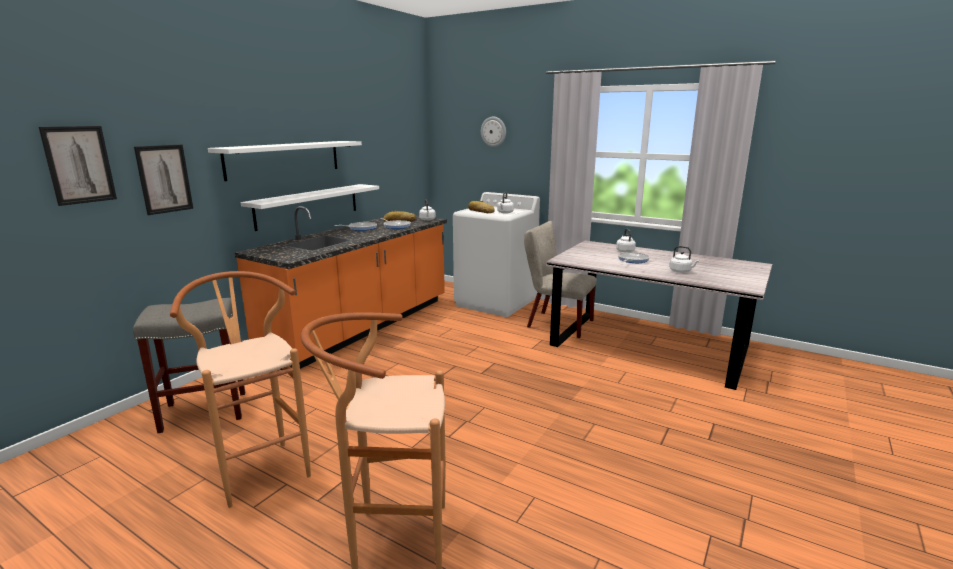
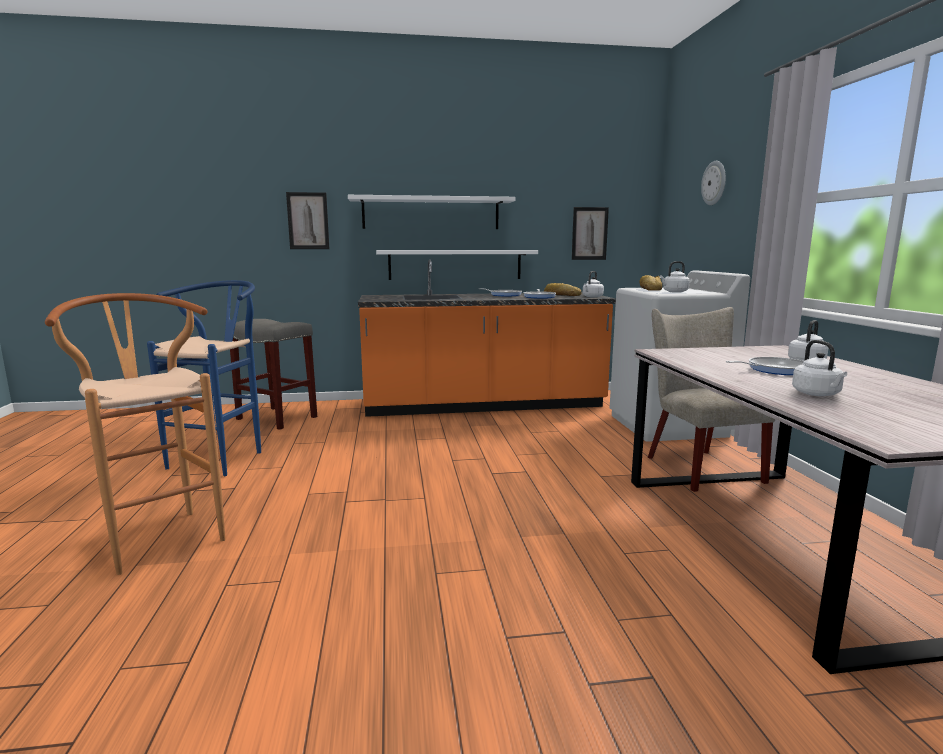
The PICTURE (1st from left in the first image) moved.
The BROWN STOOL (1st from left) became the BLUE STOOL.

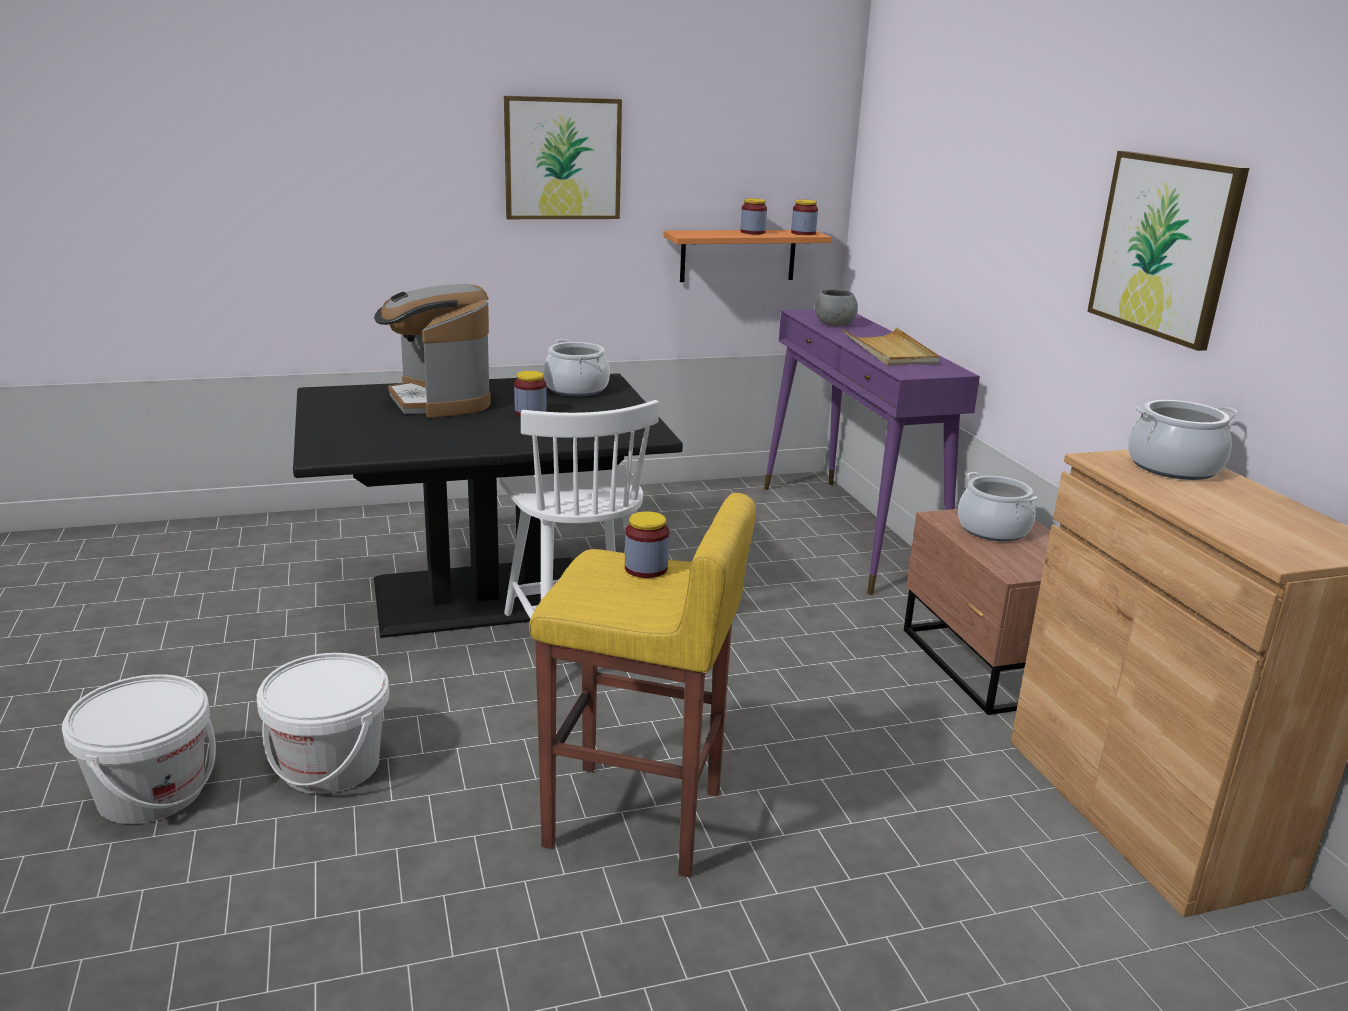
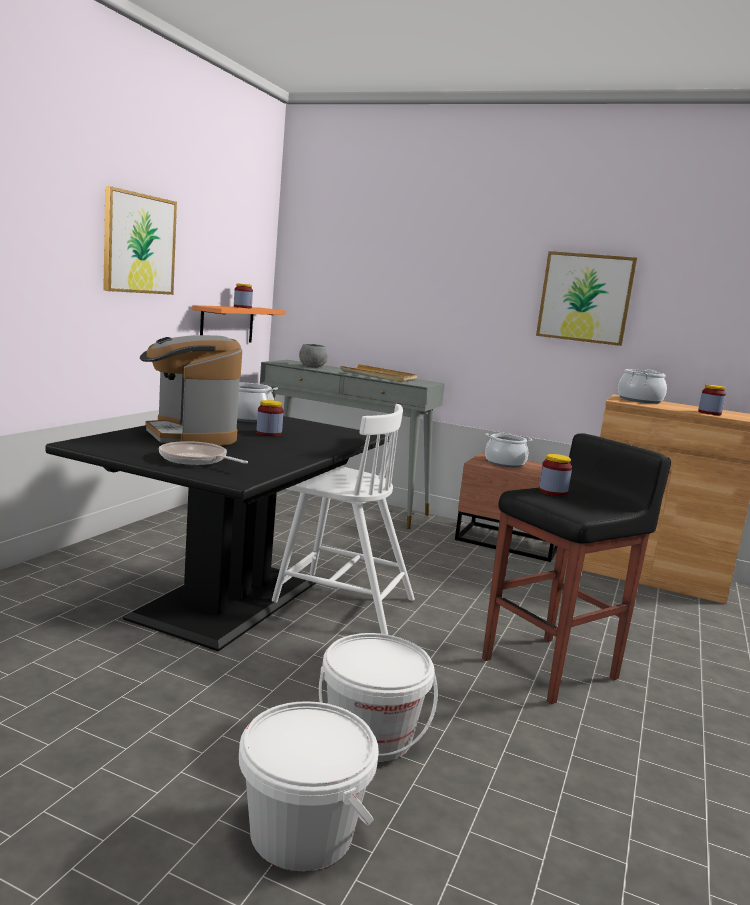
The FRYING PAN appeared.
The JAR (4th from left) moved.
The YELLOW STOOL became the BLACK STOOL.
The PURPLE CONSOLE TABLE became the GREY CONSOLE TABLE.
The COFFEE MACHINE turned 45 degrees clockwise.

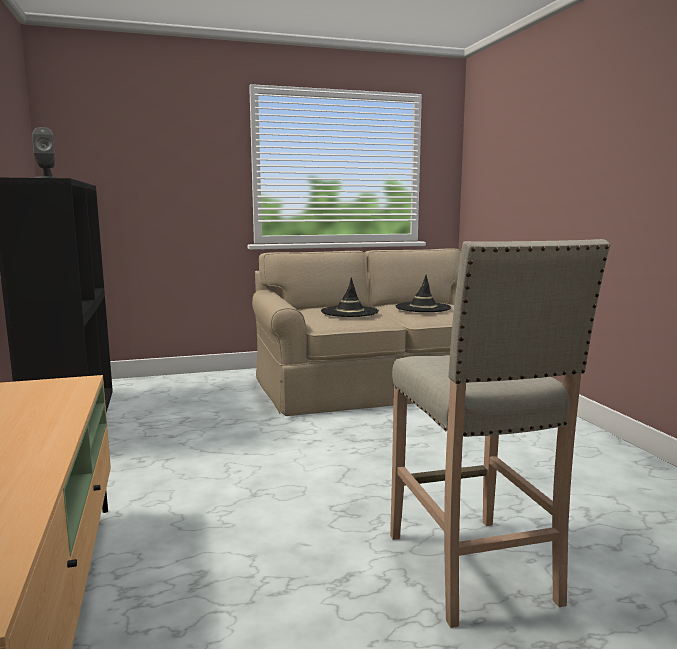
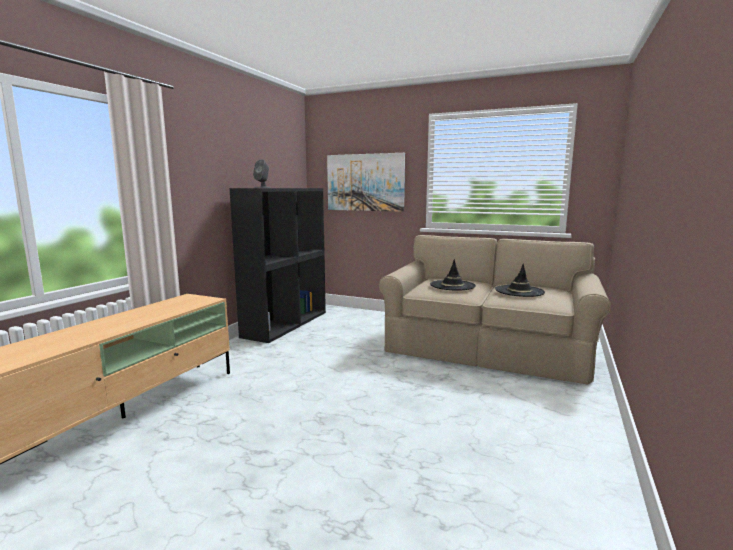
The BEIGE STOOL disappeared.
The PICTURE appeared.

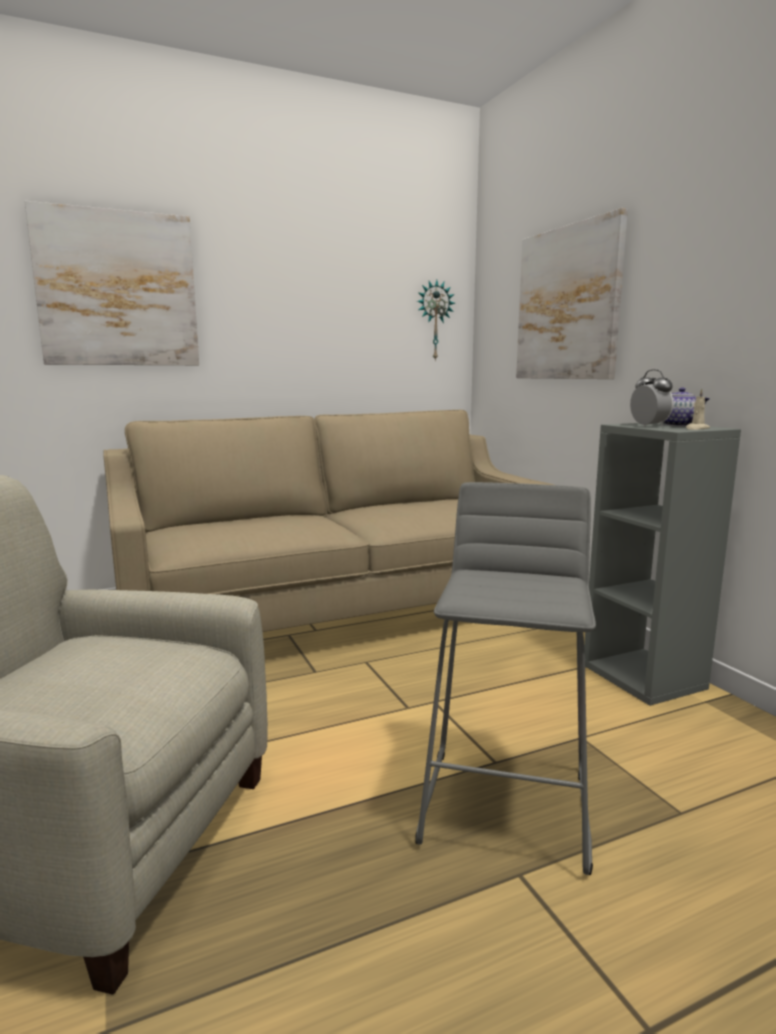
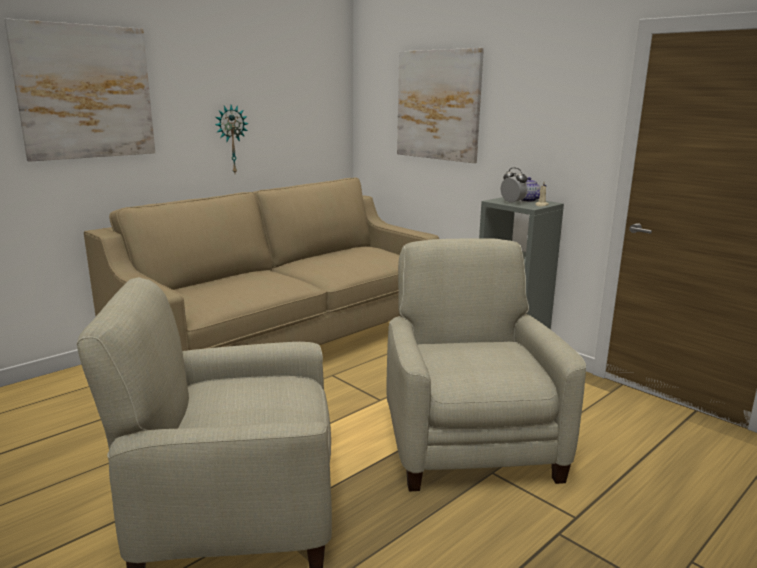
The WALL CLOCK moved.
The GREY STOOL was replaced by the BEIGE ARMCHAIR (2nd from left).

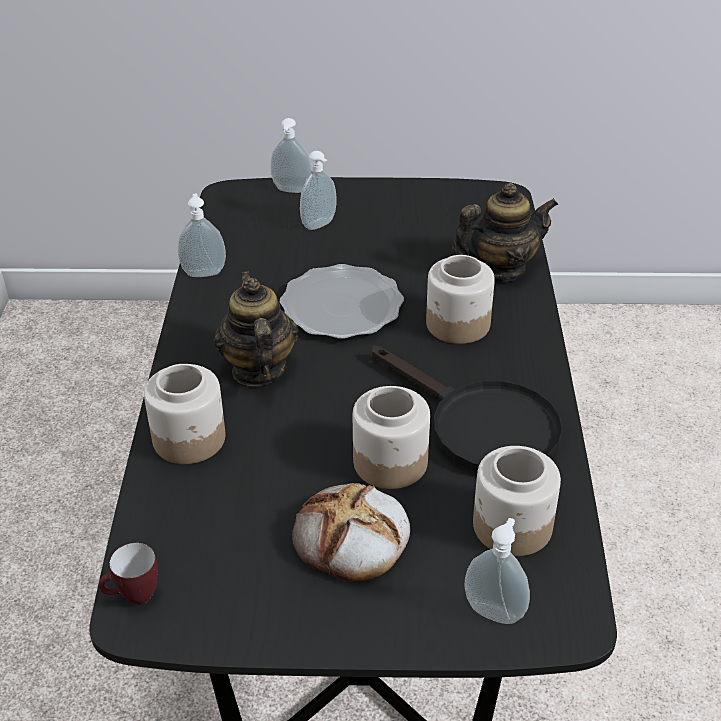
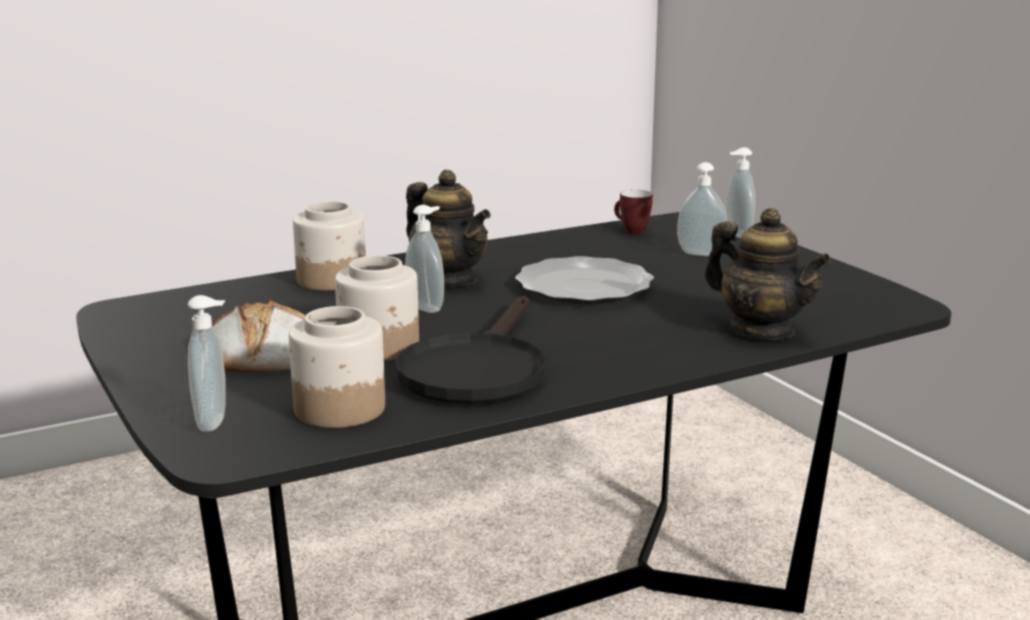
The JAR (3rd from left) disappeared.
The MUG moved.
The SOAP DISPENSER (1st from left in the first image) moved.
The TEAPOT (1st from left) turned 90 degrees clockwise.

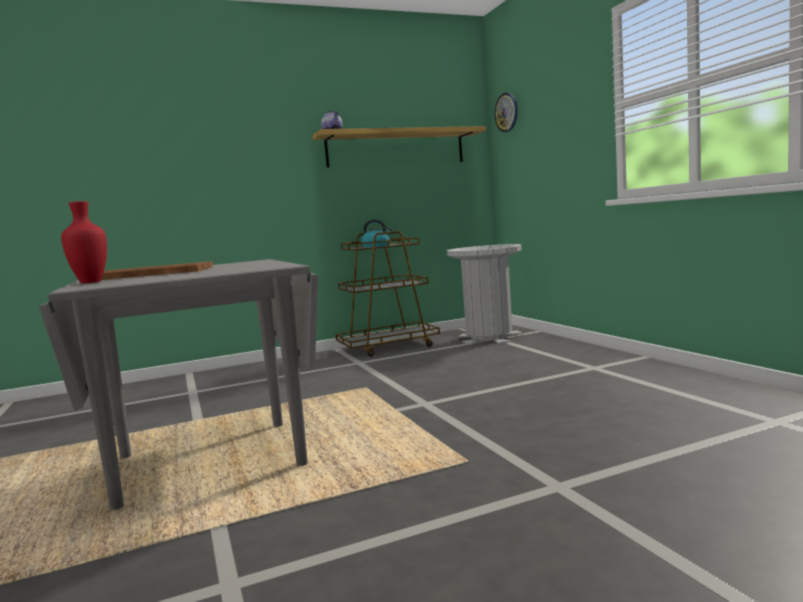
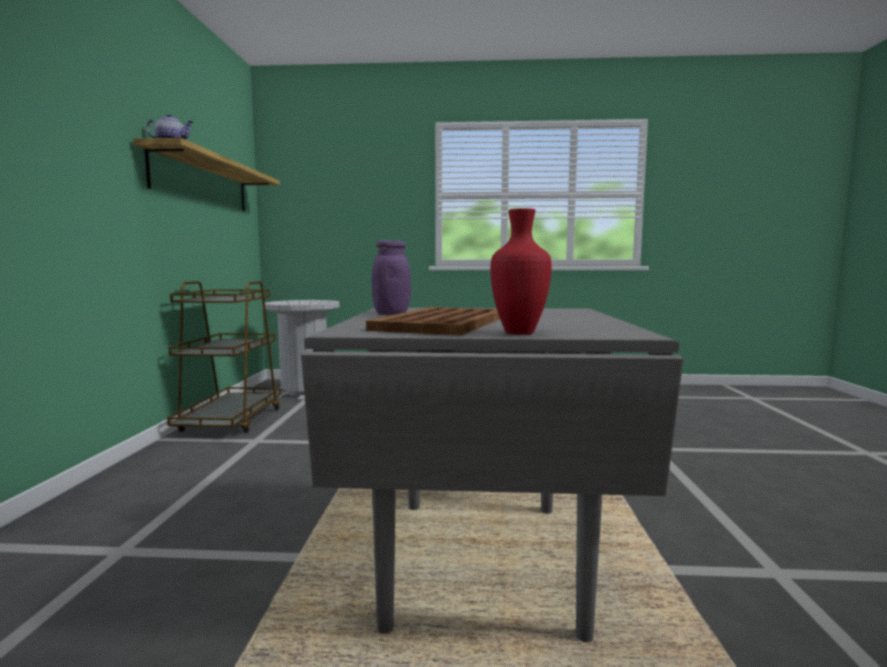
The KETTLE disappeared.
The WALL CLOCK disappeared.
The PURPLE JAR appeared.

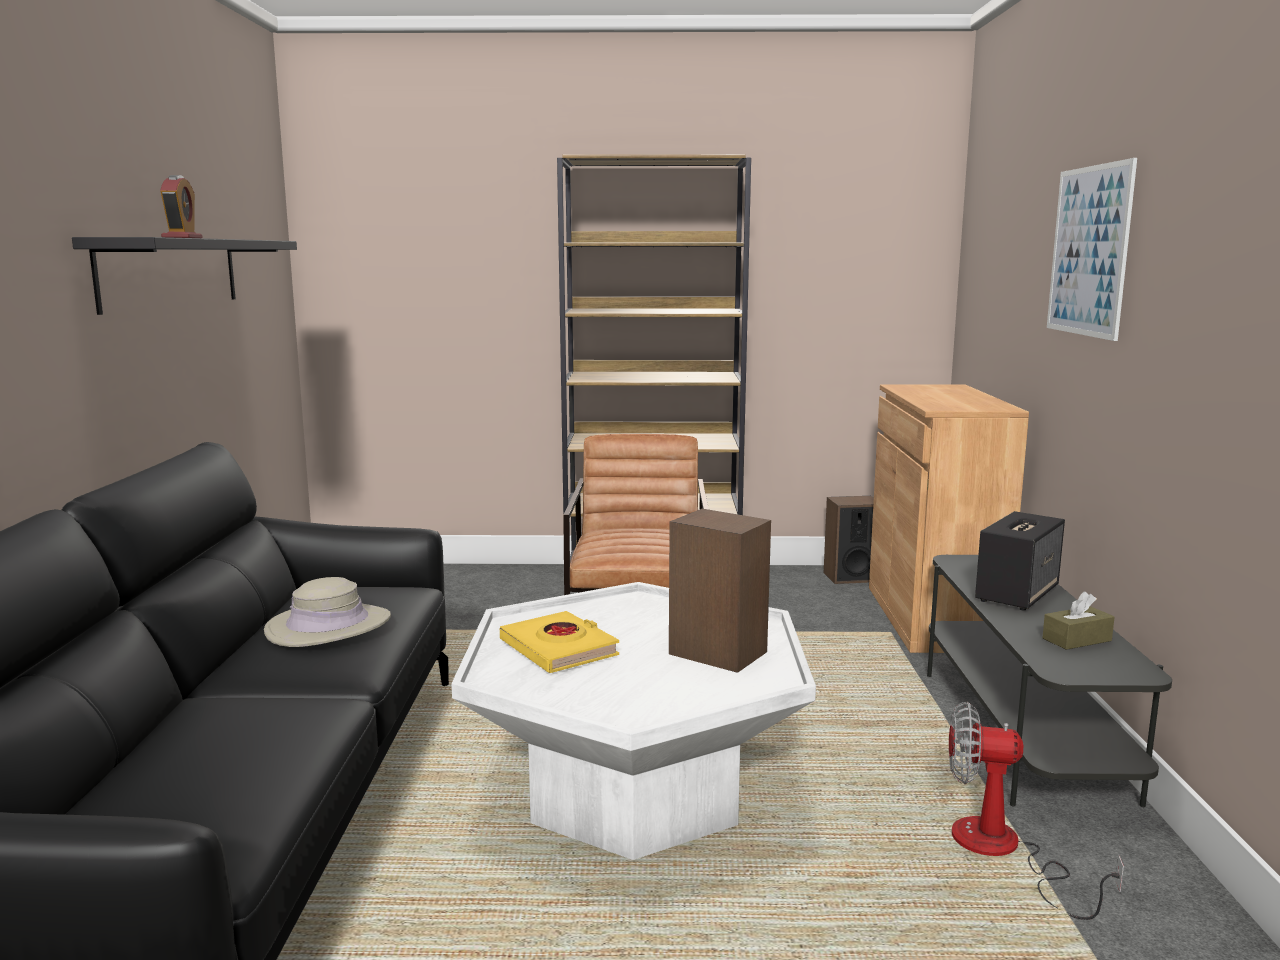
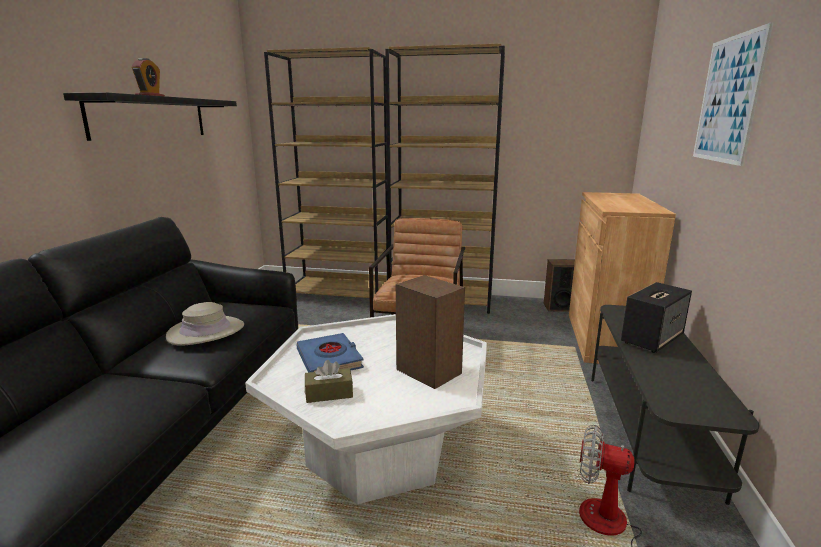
The BROWN BOOKCASE (1st from left) appeared.
The BROWN TISSUE BOX moved.
The YELLOW BOOK became the BLUE BOOK.

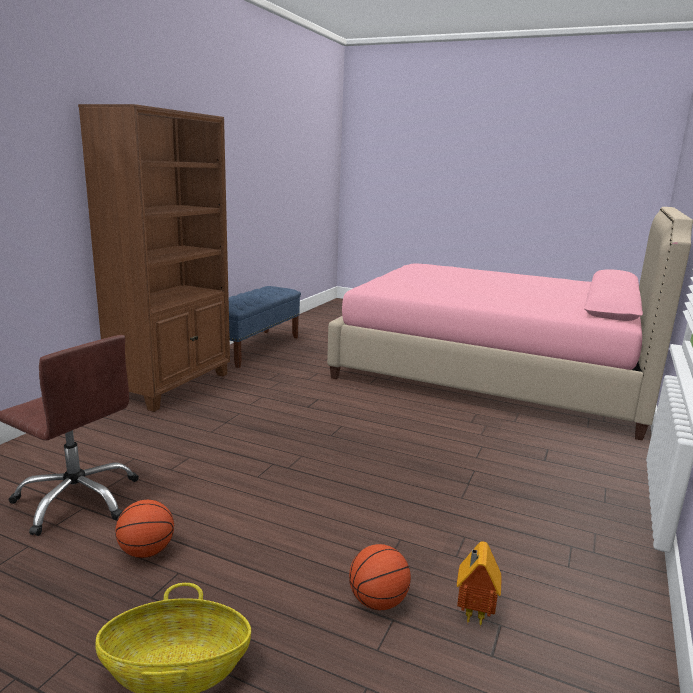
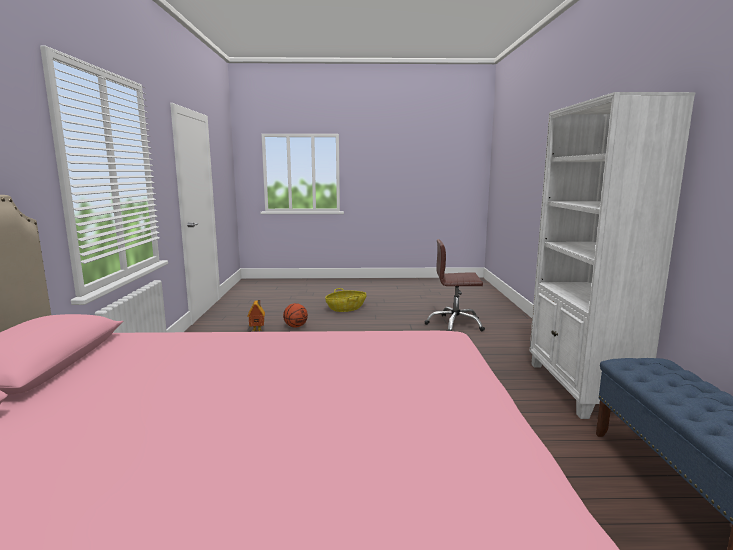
The BASKETBALL (1st from left) disappeared.
The BROWN BOOKCASE became the WHITE BOOKCASE.

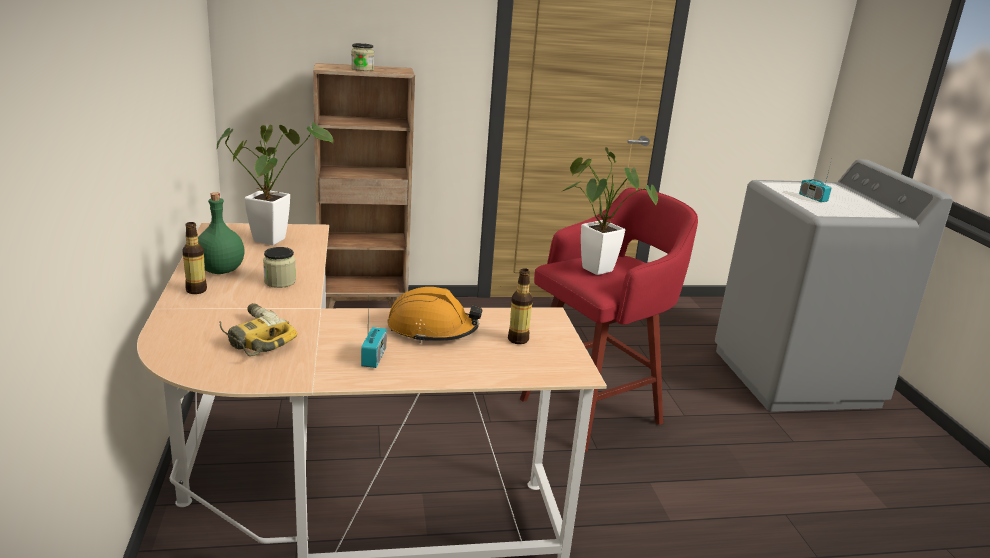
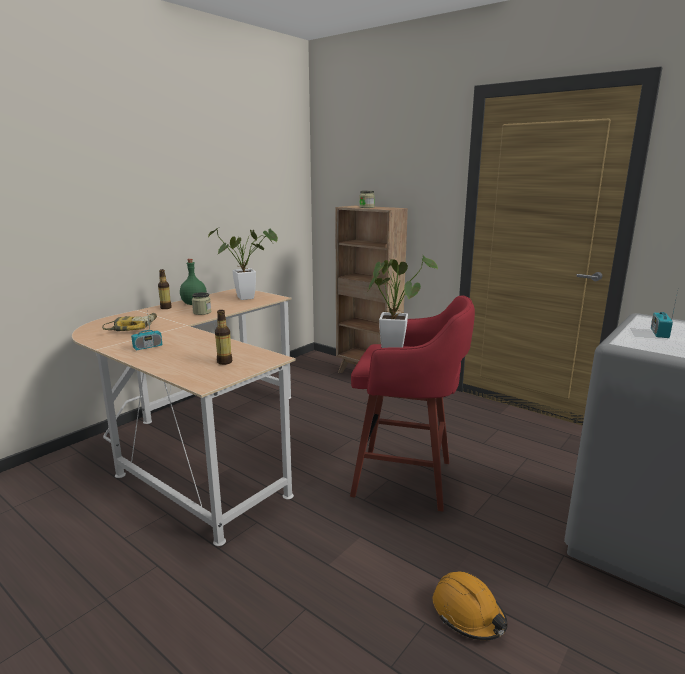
The ORANGE HARD HAT moved.

